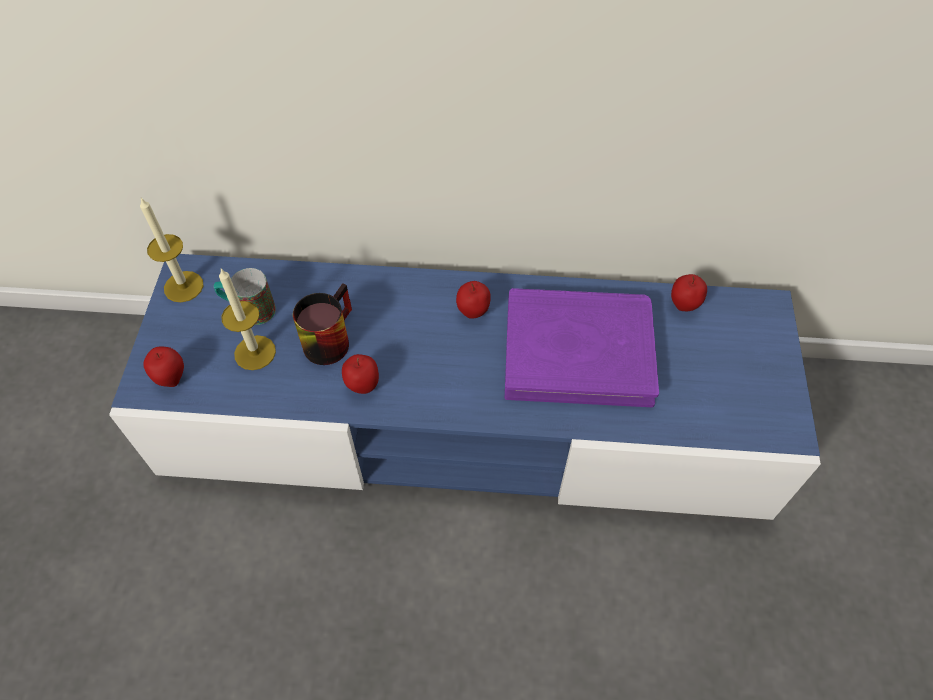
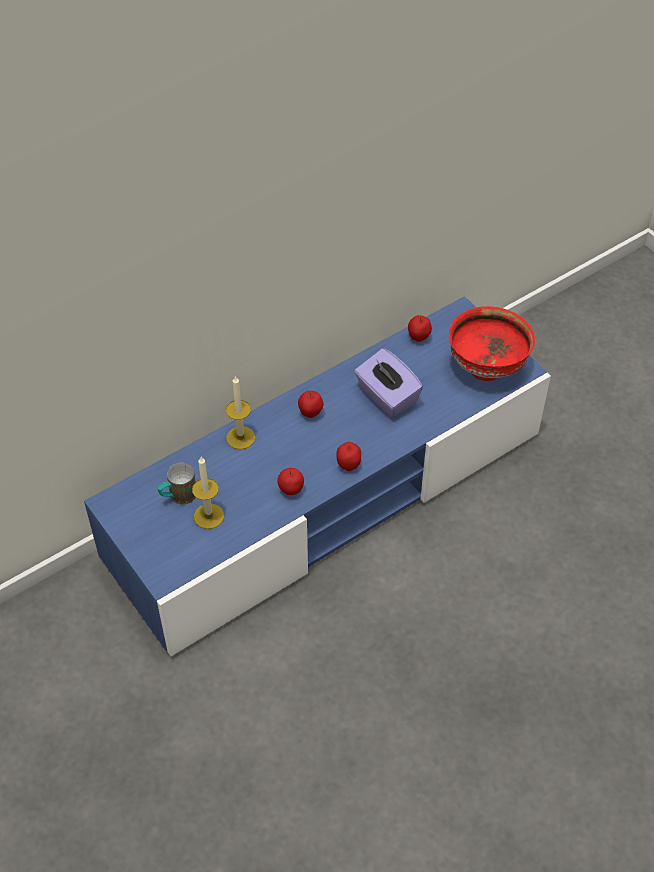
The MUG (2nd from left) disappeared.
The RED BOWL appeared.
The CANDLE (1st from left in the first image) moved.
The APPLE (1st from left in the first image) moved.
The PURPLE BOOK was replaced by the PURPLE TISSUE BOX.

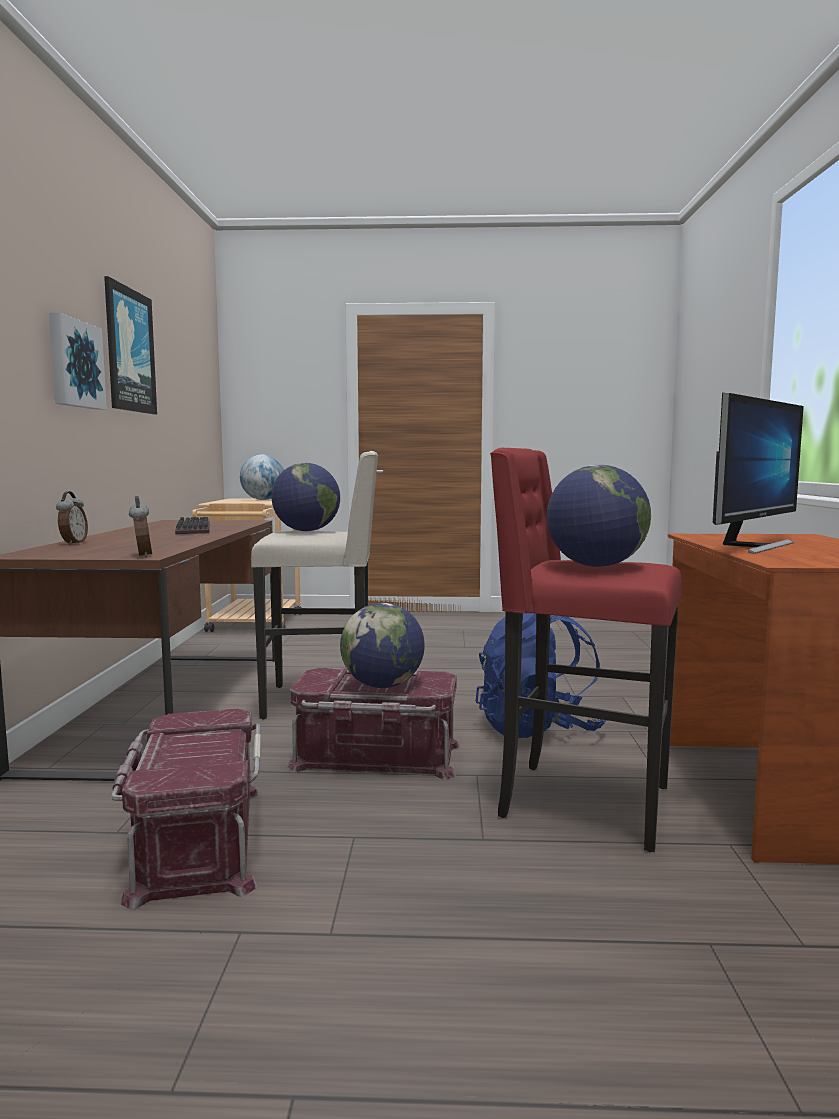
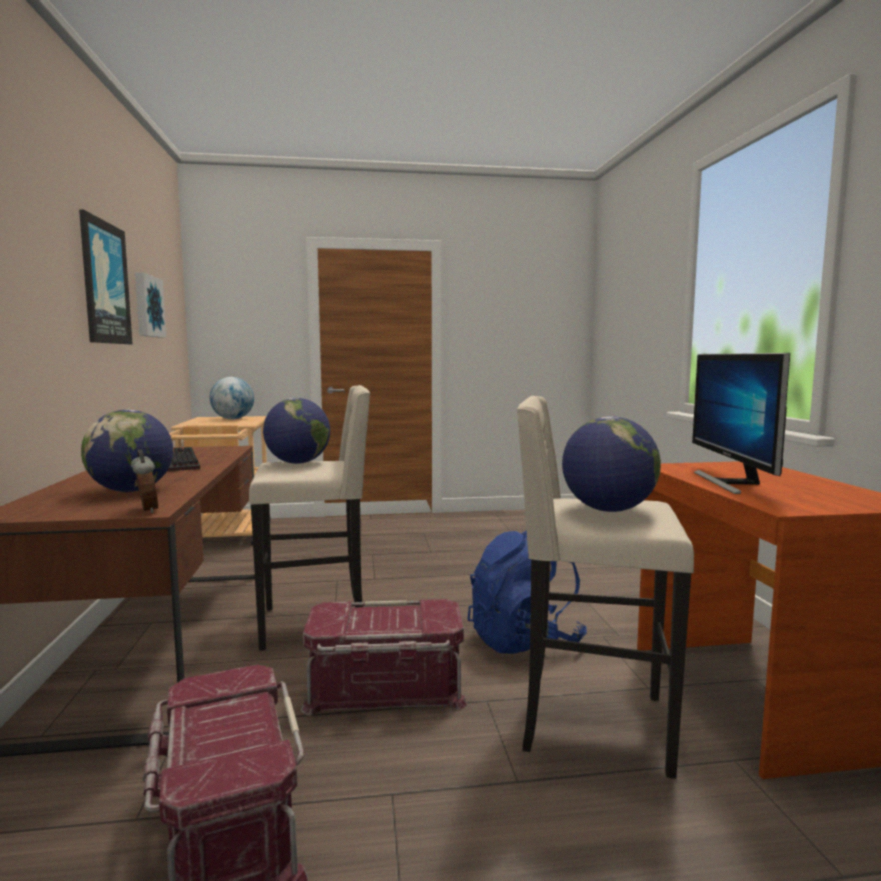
The ALARM CLOCK (1st from left) disappeared.
The PICTURE (1st from left in the first image) moved.
The GLOBE (3rd from left in the first image) moved.
The RED STOOL became the BEIGE STOOL (2nd from left).
The MONITOR turned 150 degrees clockwise.

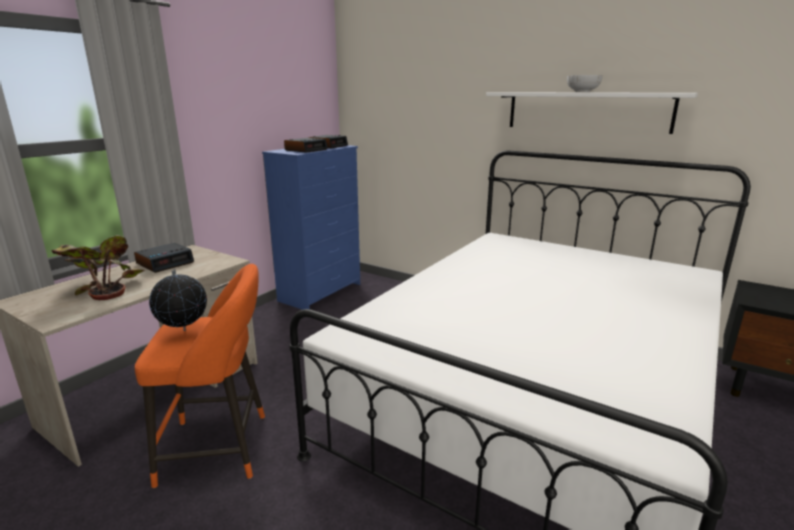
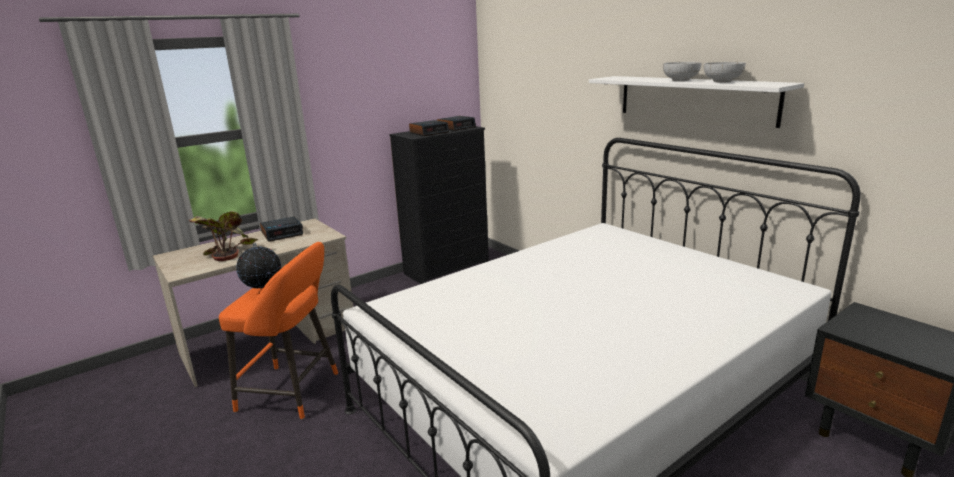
The BOWL (2nd from left) appeared.
The BLUE DRESSER became the BLACK DRESSER.

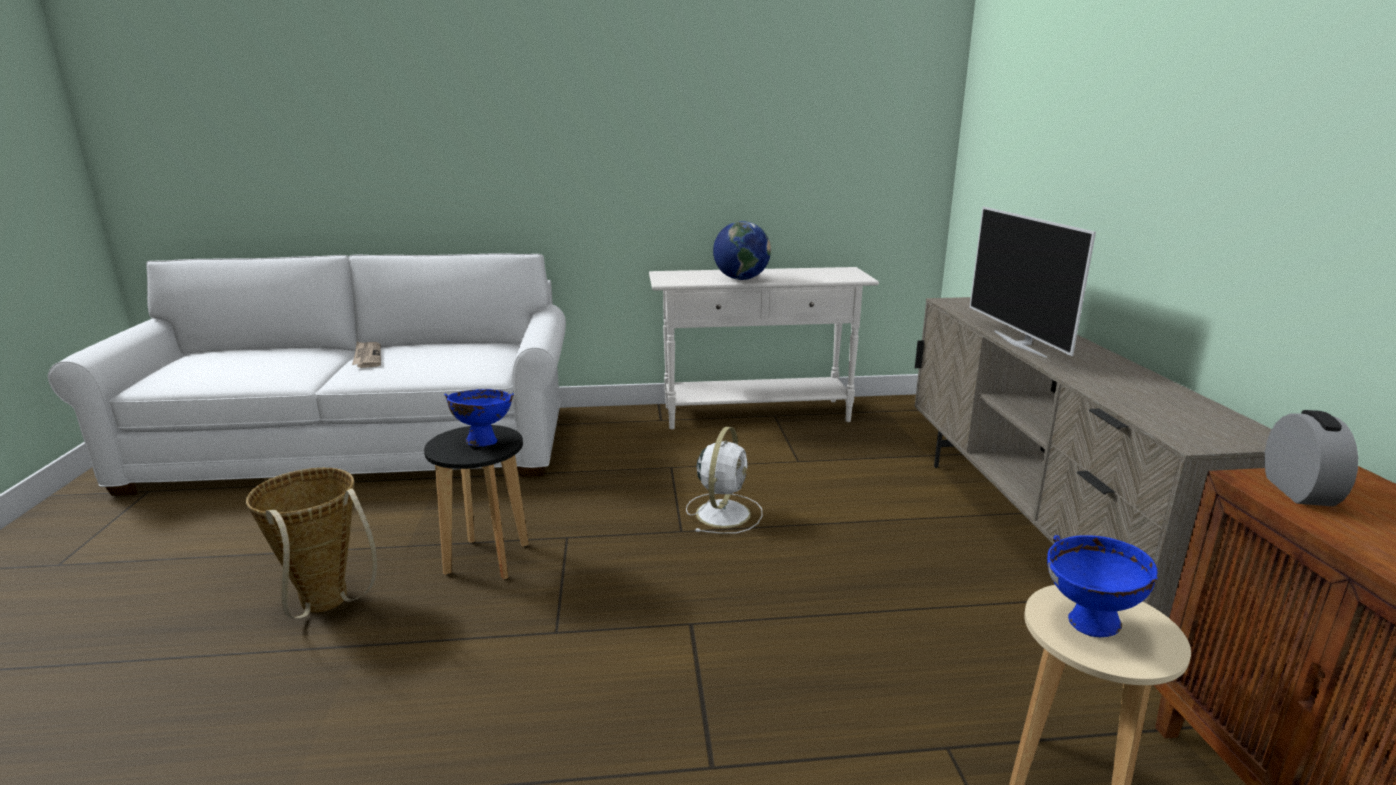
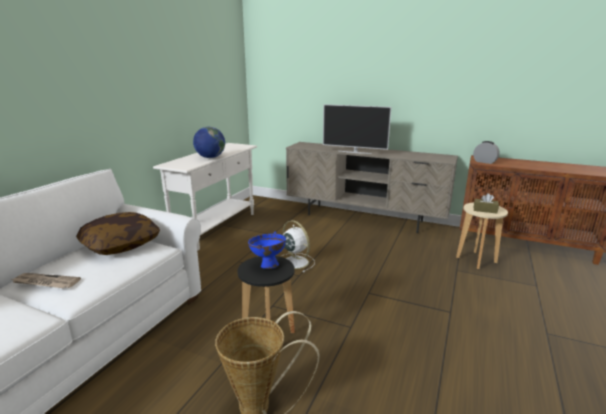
The PILLOW appeared.
The BLUE BOWL (2nd from left) was replaced by the BROWN TISSUE BOX.

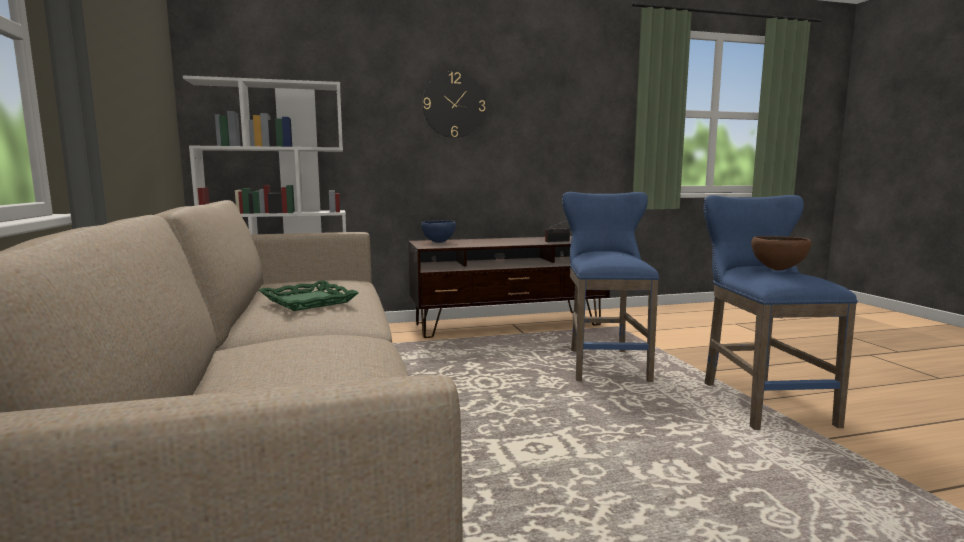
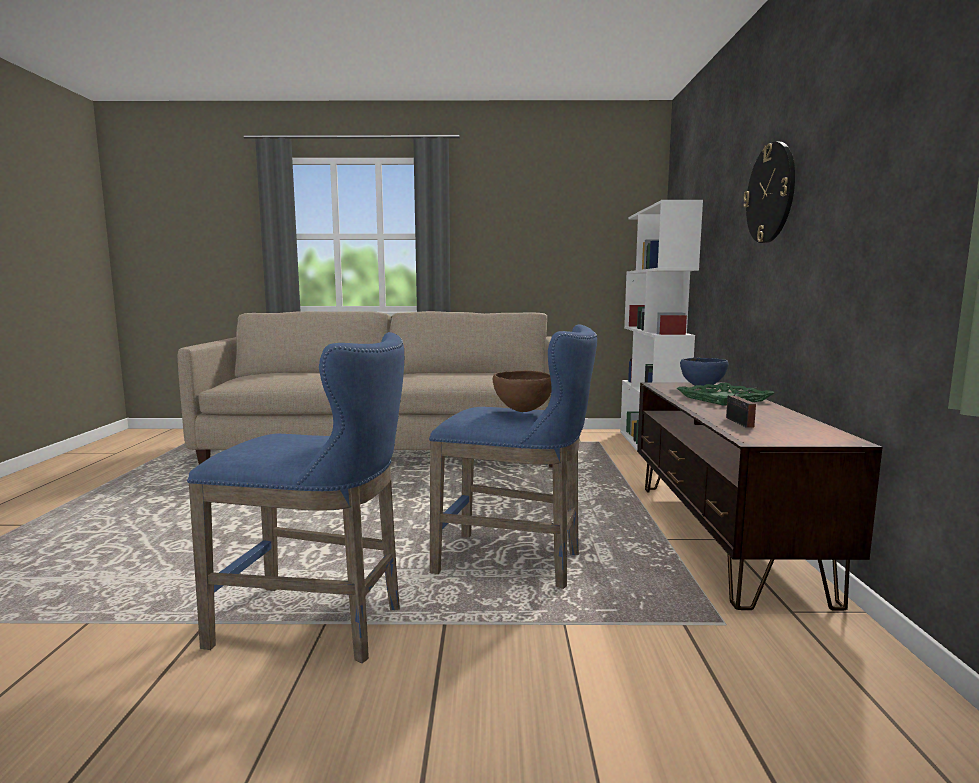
The GREEN TRAY moved.
The BROWN BOWL moved.

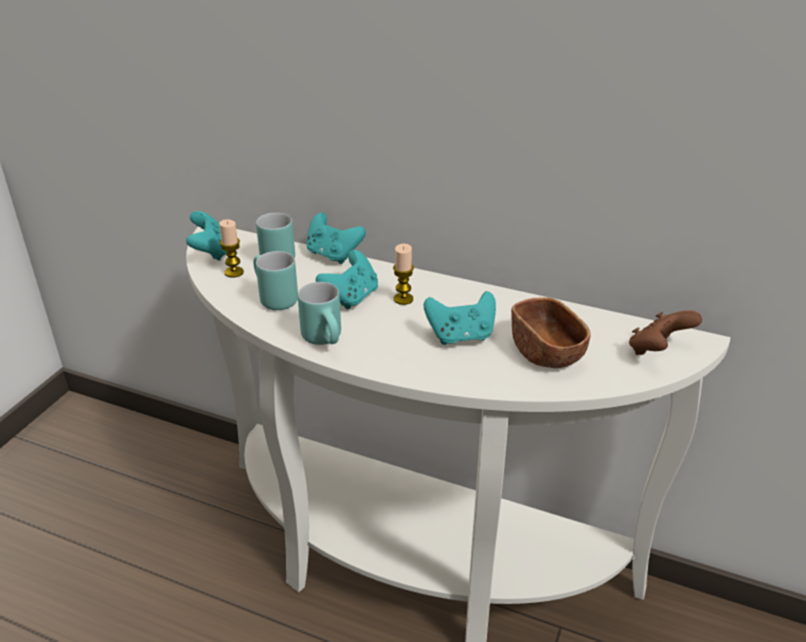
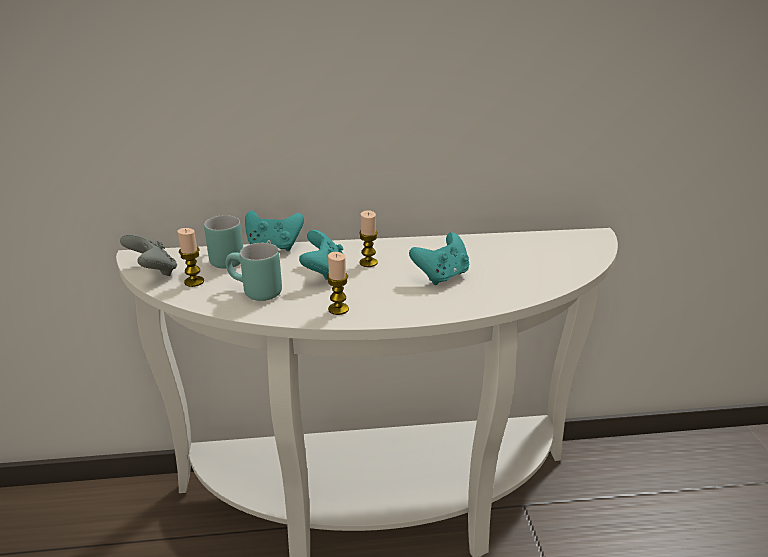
The BROWN BOWL disappeared.
The BROWN GAME CONTROLLER disappeared.
The TURQUOISE MUG (3rd from left) was replaced by the CANDLE (2nd from left).
The TURQUOISE GAME CONTROLLER (1st from left) became the GREY GAME CONTROLLER.

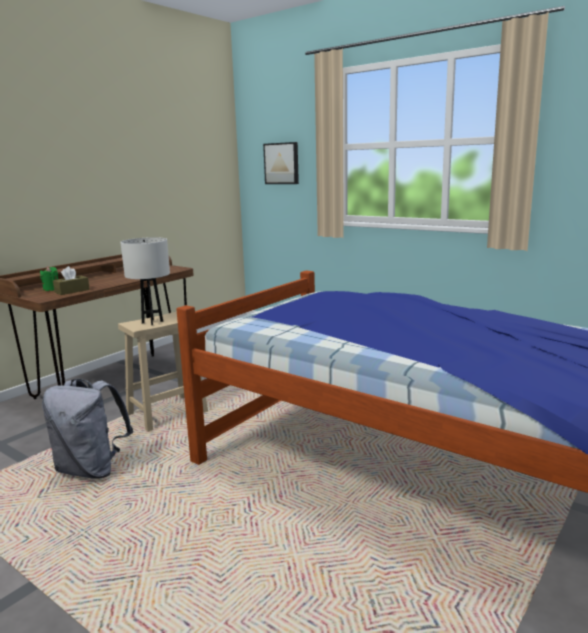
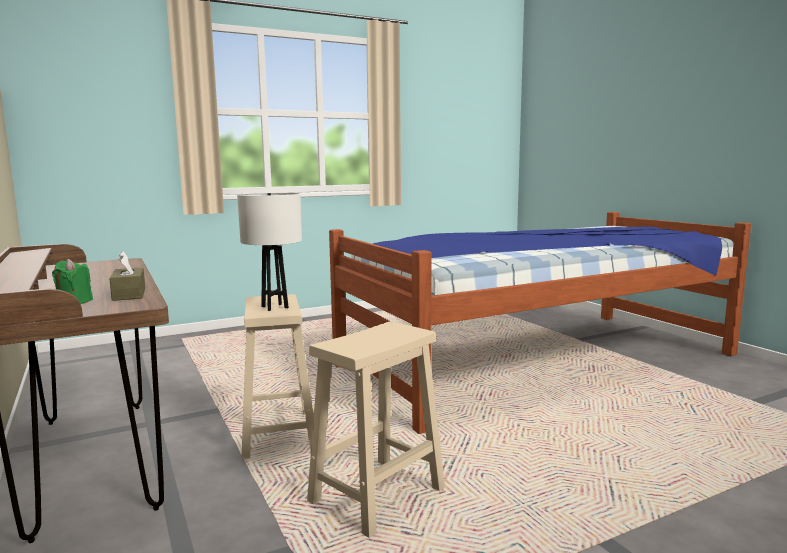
The PICTURE disappeared.
The GREY BACKPACK was replaced by the BEIGE STOOL (2nd from left).

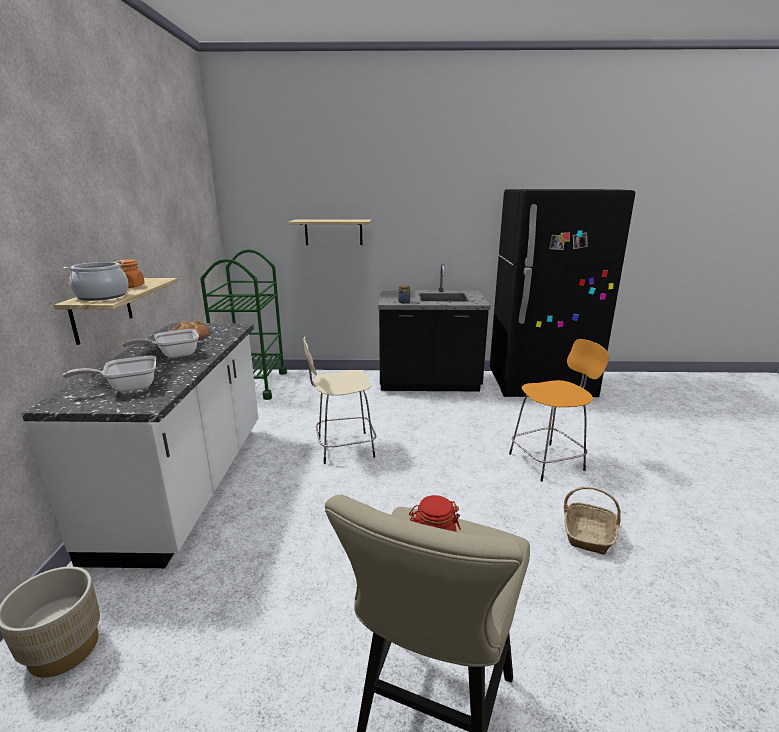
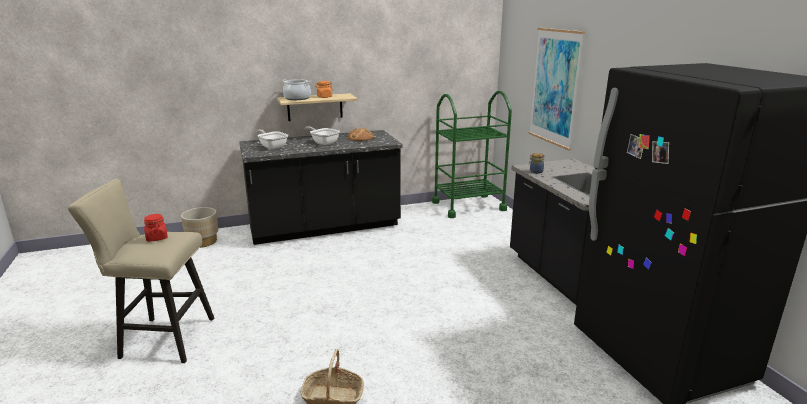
The BEIGE STOOL (1st from left) disappeared.
The ORANGE STOOL disappeared.
The SHELF (2nd from left) was replaced by the PICTURE.
The WHITE COUNTER became the BLACK COUNTER (1st from left).

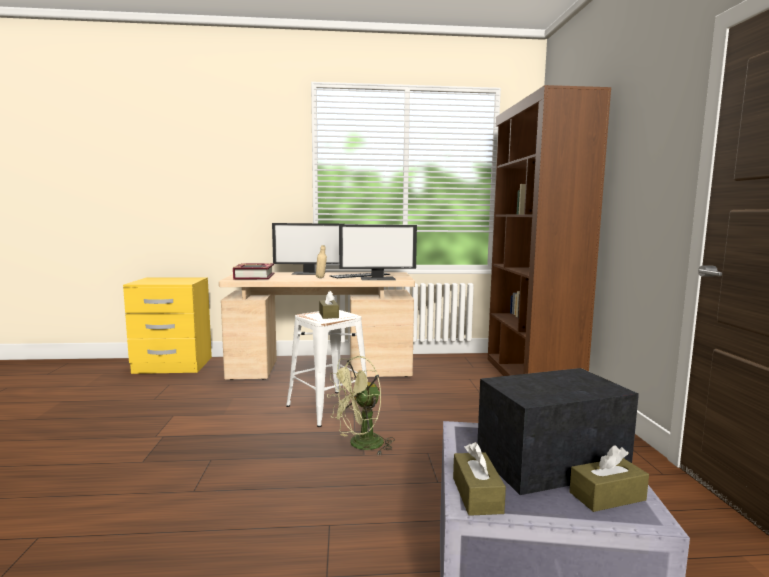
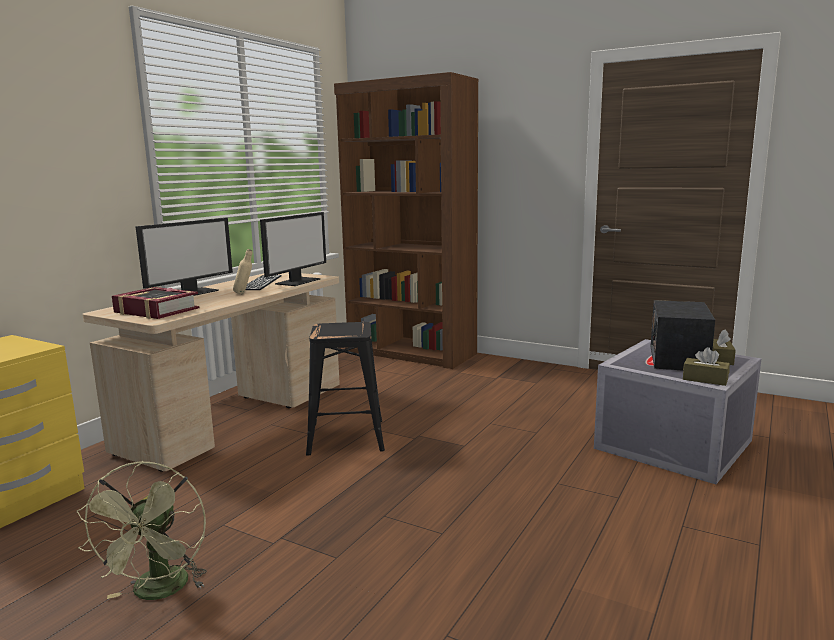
The BROWN TISSUE BOX (1st from left) disappeared.
The GREEN FAN moved.
The WHITE STOOL became the BLACK STOOL.

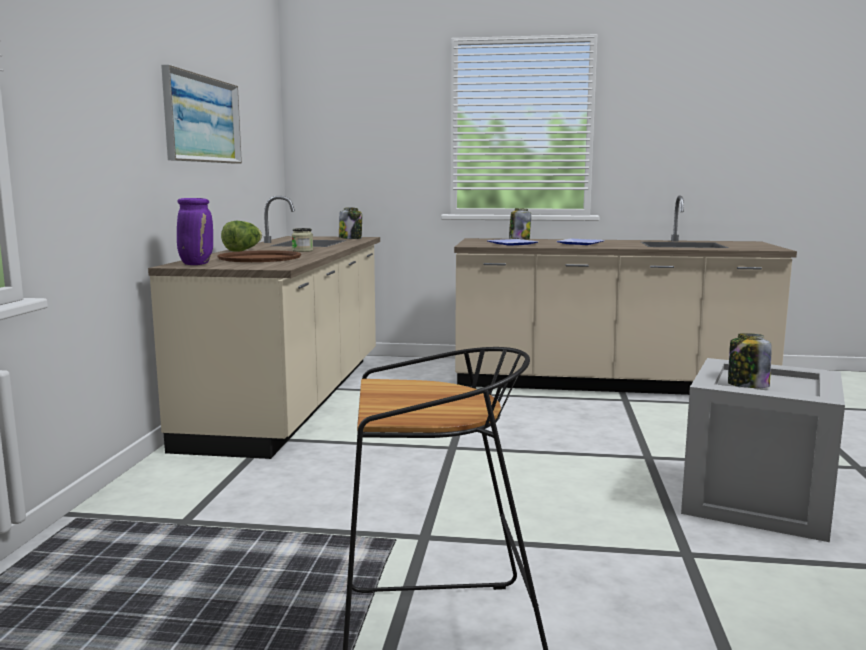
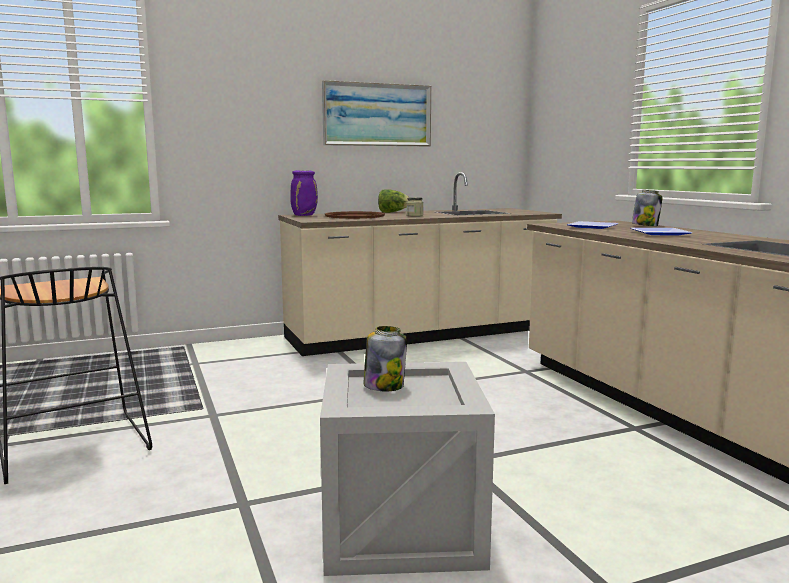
The JAR (2nd from left) disappeared.

